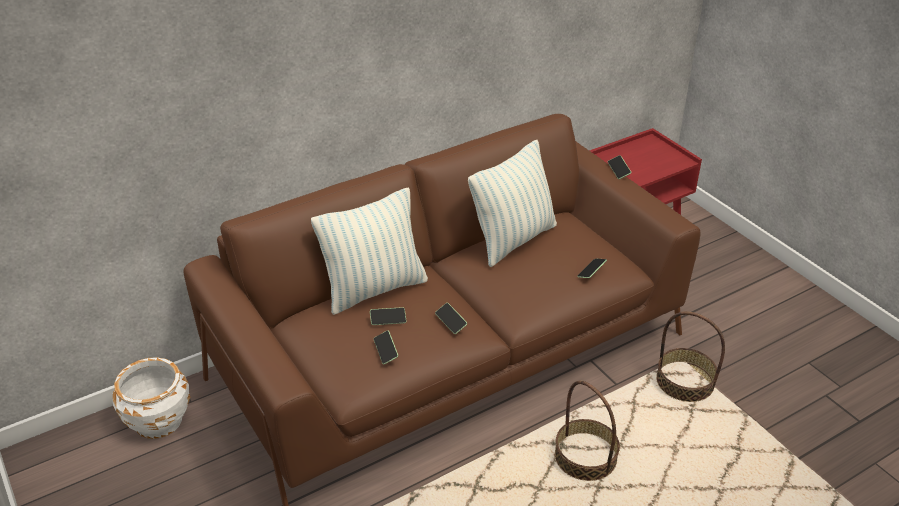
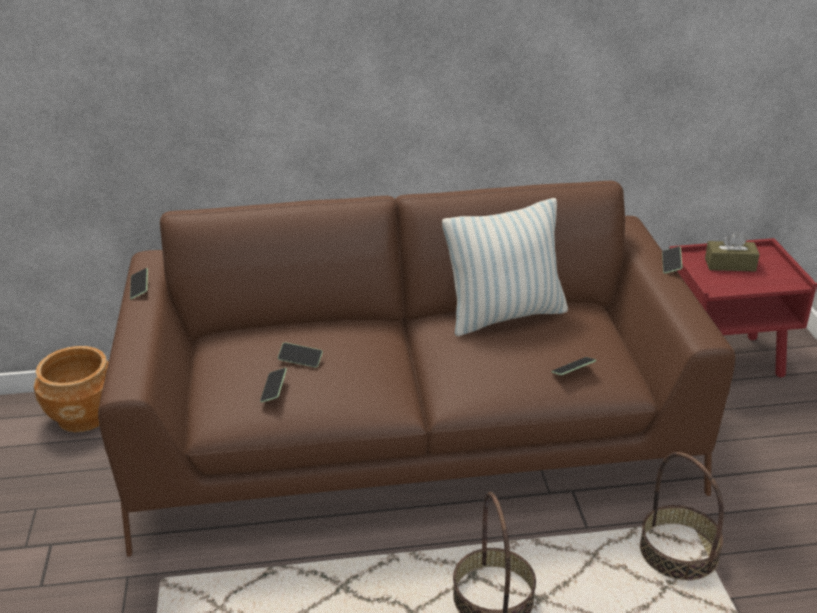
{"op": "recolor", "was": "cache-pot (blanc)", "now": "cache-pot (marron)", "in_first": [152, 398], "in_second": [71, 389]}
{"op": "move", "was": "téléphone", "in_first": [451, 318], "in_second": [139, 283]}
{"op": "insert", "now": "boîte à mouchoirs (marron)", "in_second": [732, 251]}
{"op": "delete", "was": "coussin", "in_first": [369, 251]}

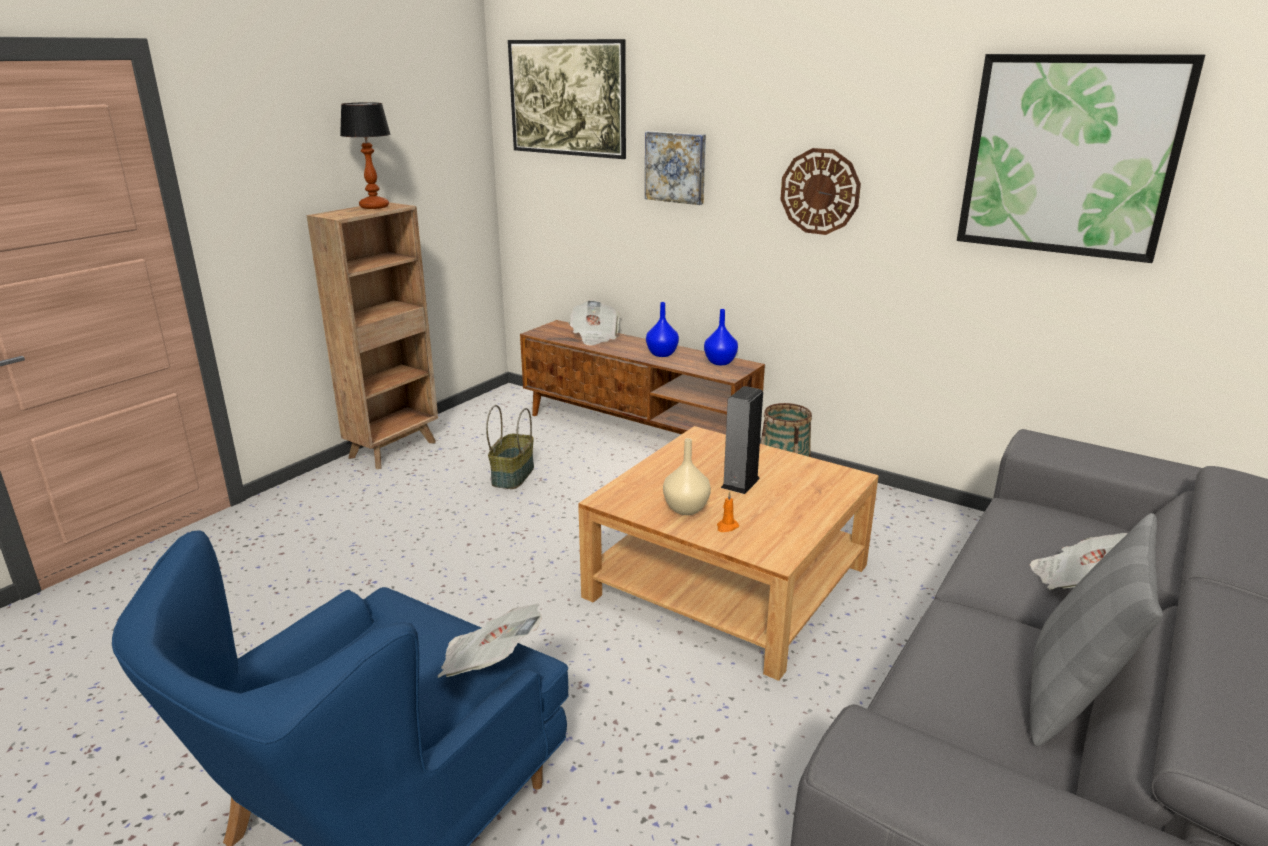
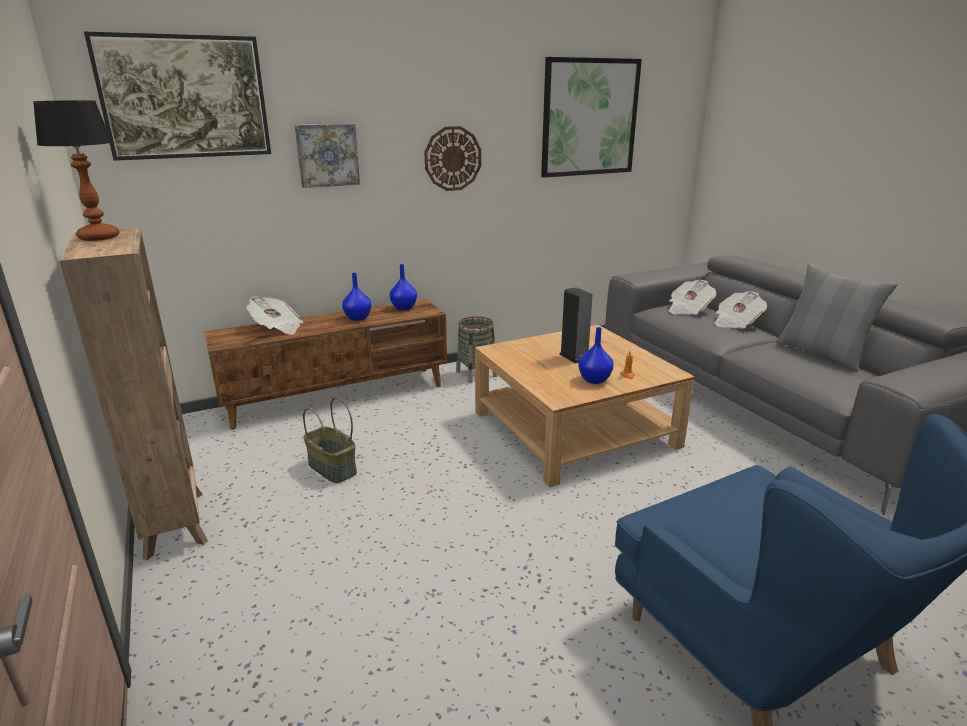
{"op": "recolor", "was": "vase (beige)", "now": "vase (bleu)", "in_first": [687, 476], "in_second": [596, 355]}
{"op": "move", "was": "journal", "in_first": [489, 640], "in_second": [692, 297]}

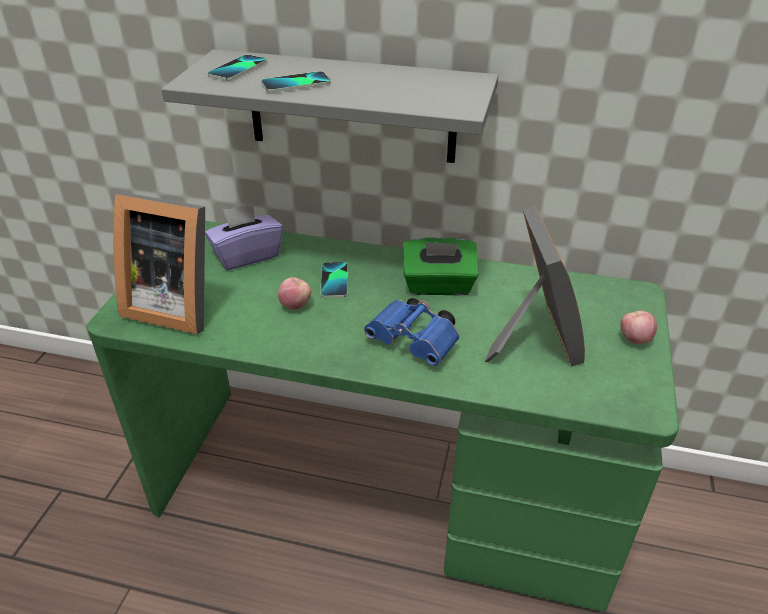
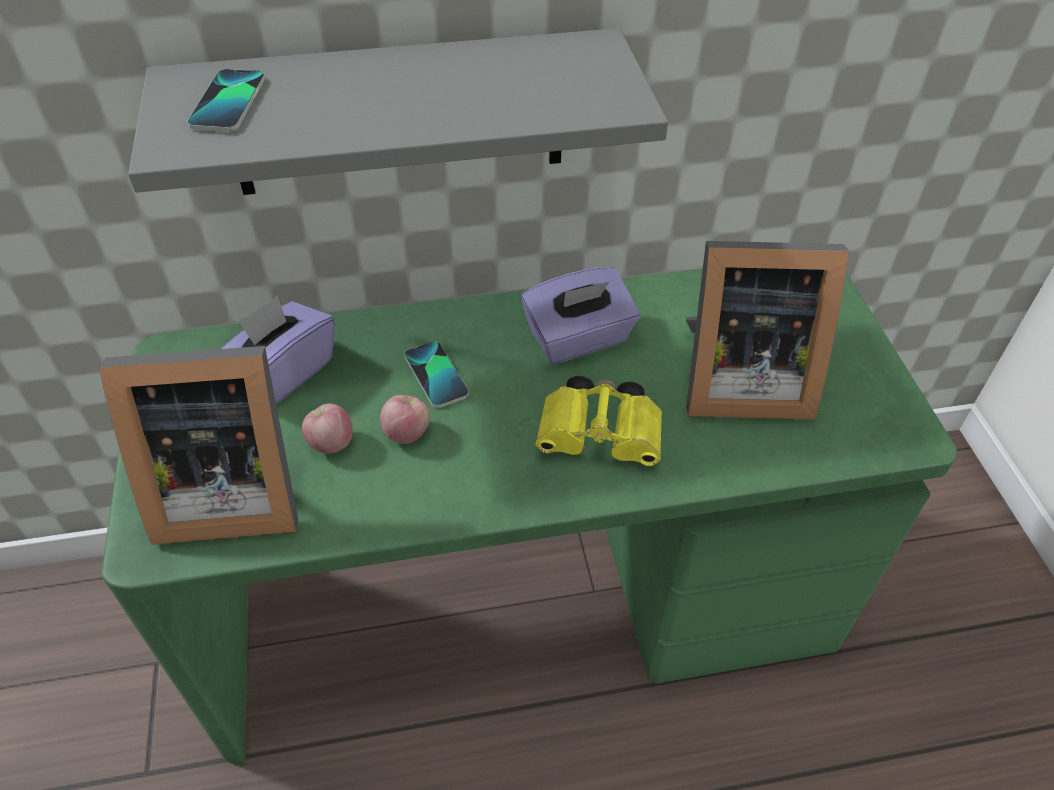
{"op": "move", "was": "pomme", "in_first": [638, 327], "in_second": [327, 428]}
{"op": "recolor", "was": "boîte à mouchoirs (vert)", "now": "boîte à mouchoirs (violet)", "in_first": [441, 266], "in_second": [580, 315]}
{"op": "recolor", "was": "jumelles (bleu)", "now": "jumelles (jaune)", "in_first": [412, 331], "in_second": [598, 421]}
{"op": "rotate", "was": "cadre photo", "in_first": [535, 286], "in_second": [767, 330], "clockwise": 120}
{"op": "delete", "was": "téléphone", "in_first": [296, 82]}

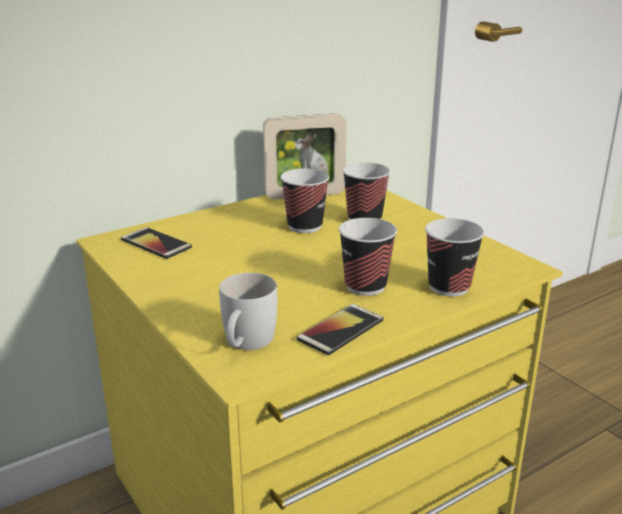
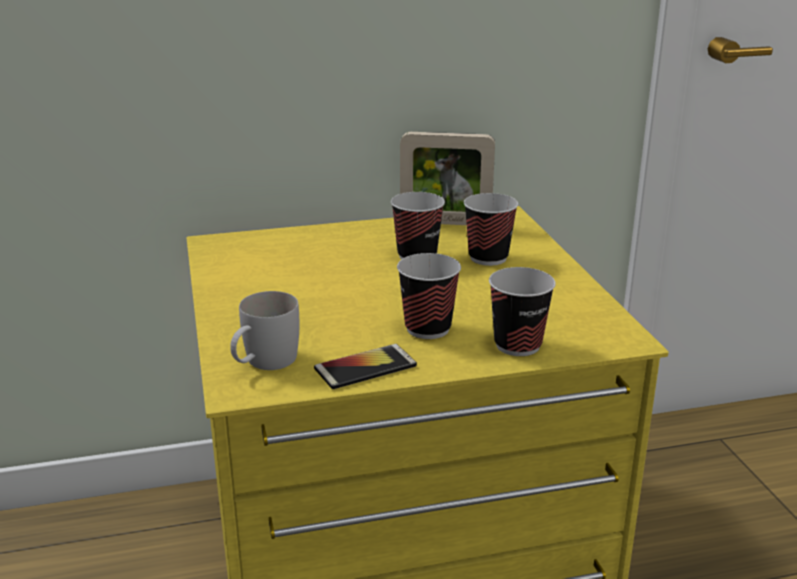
{"op": "delete", "was": "téléphone", "in_first": [156, 243]}

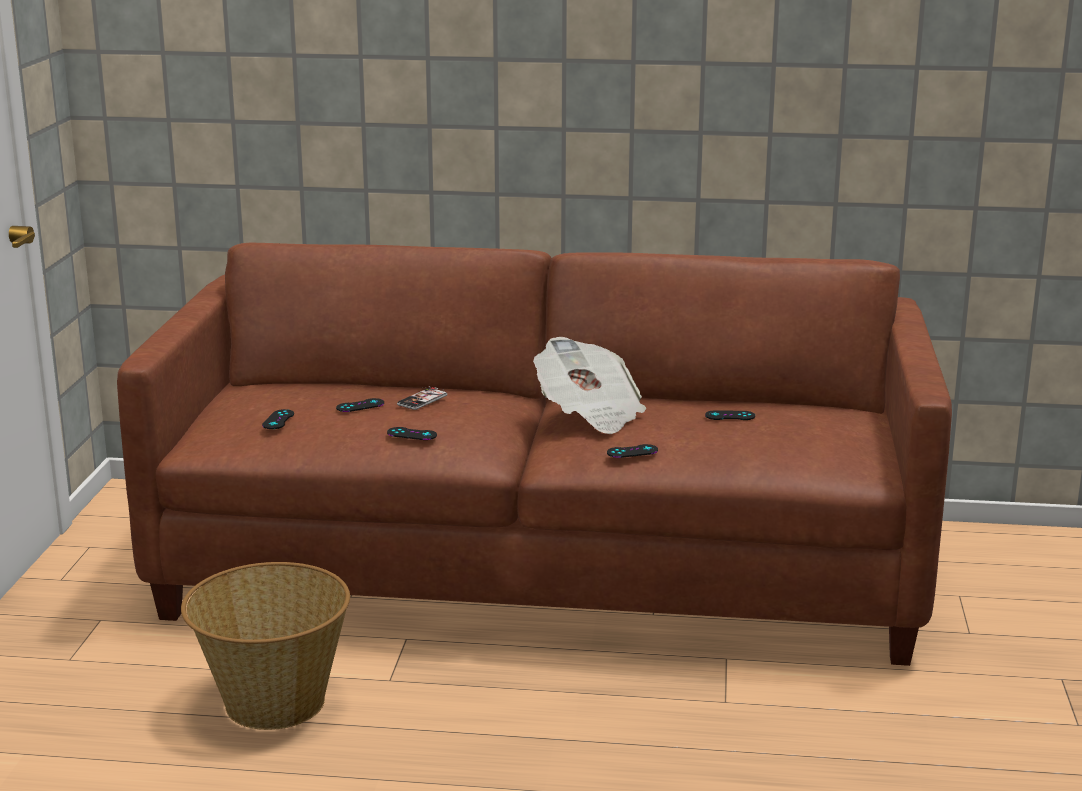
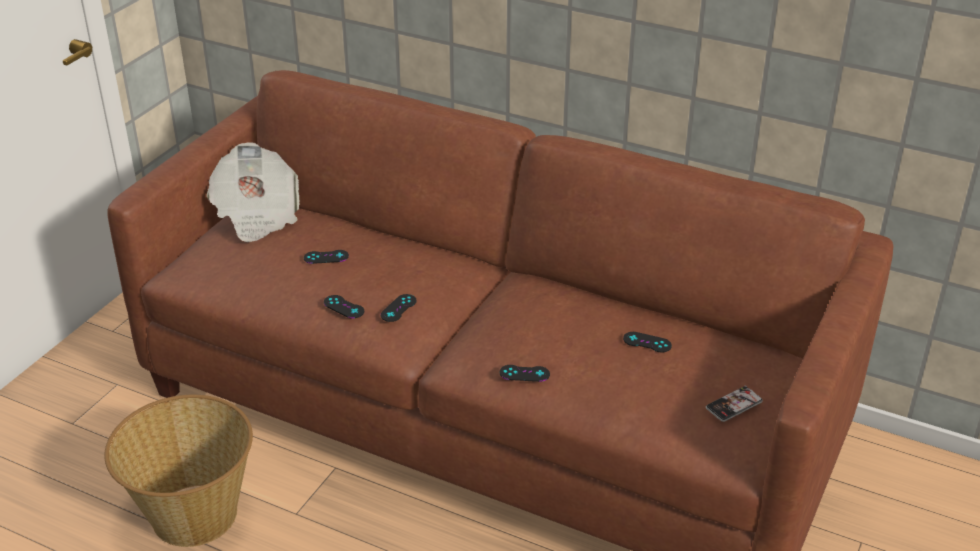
{"op": "move", "was": "journal", "in_first": [589, 385], "in_second": [253, 192]}
{"op": "move", "was": "manette (noir)", "in_first": [278, 419], "in_second": [398, 308]}
{"op": "move", "was": "téléphone", "in_first": [422, 398], "in_second": [734, 403]}

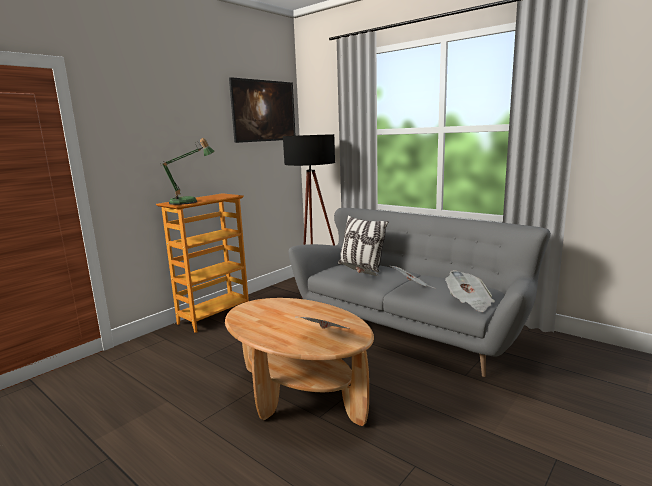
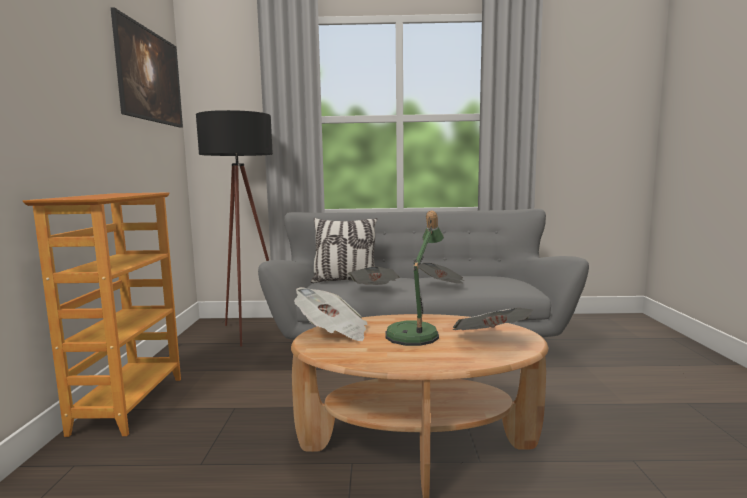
{"op": "move", "was": "journal", "in_first": [470, 291], "in_second": [331, 314]}
{"op": "move", "was": "lampe de table", "in_first": [187, 171], "in_second": [414, 278]}

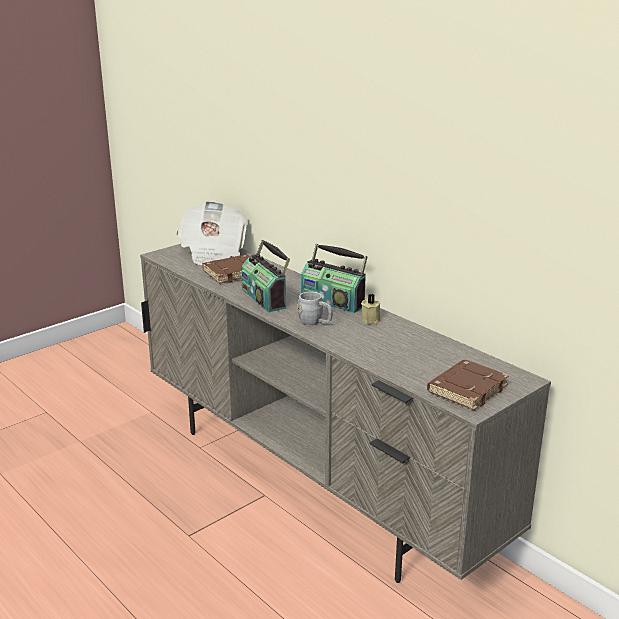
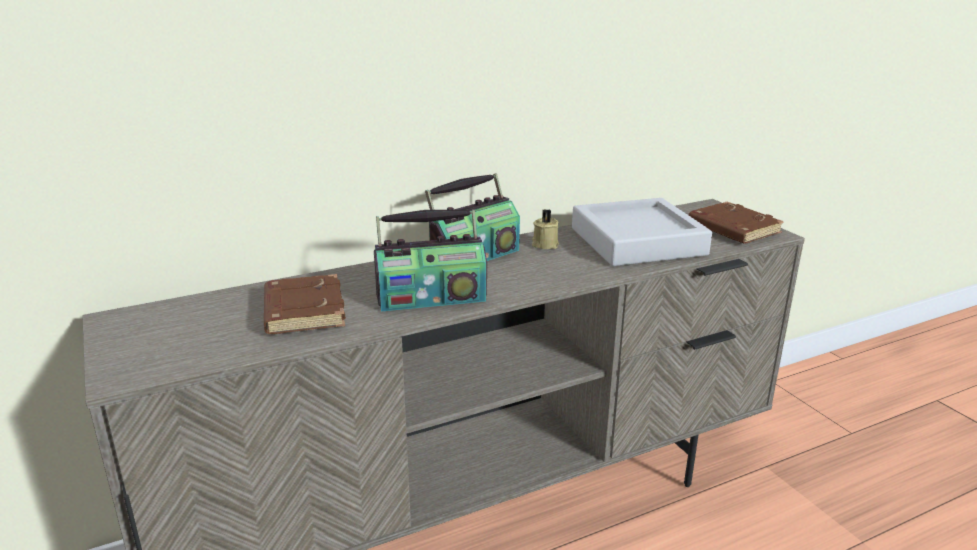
{"op": "insert", "now": "plateau (gris)", "in_second": [642, 232]}
{"op": "delete", "was": "journal", "in_first": [212, 232]}
{"op": "delete", "was": "mug (gris)", "in_first": [314, 308]}

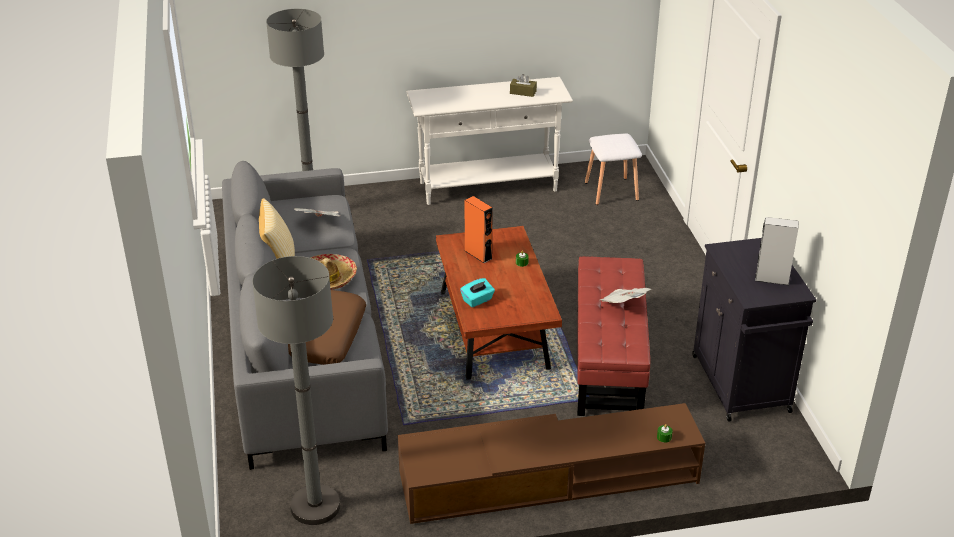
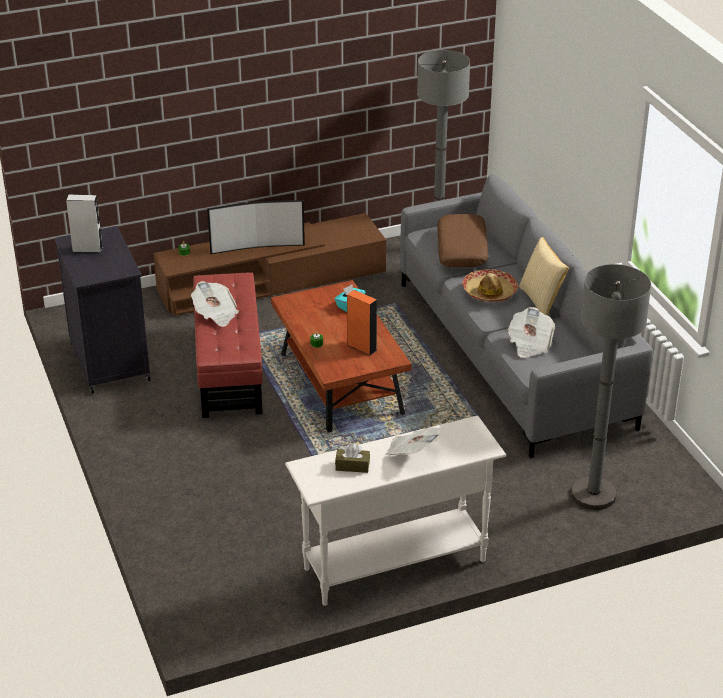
{"op": "insert", "now": "téléviseur", "in_second": [256, 227]}
{"op": "insert", "now": "journal", "in_second": [412, 441]}
{"op": "delete", "was": "tabouret (blanc)", "in_first": [613, 169]}

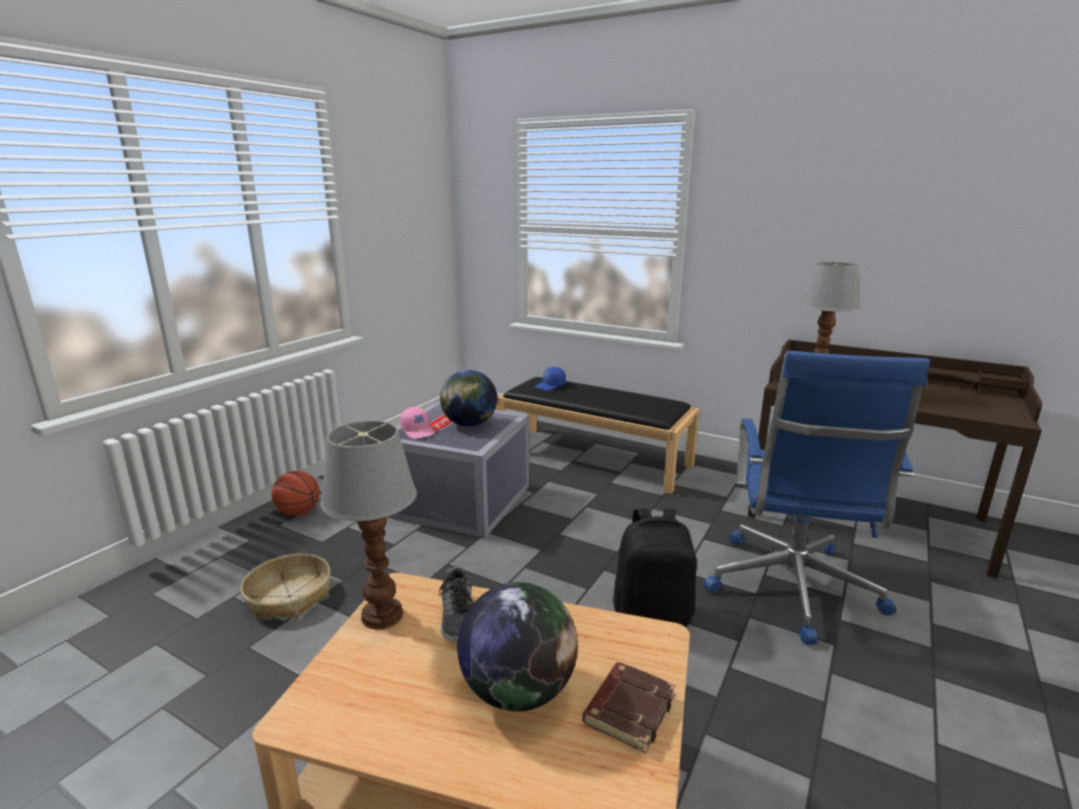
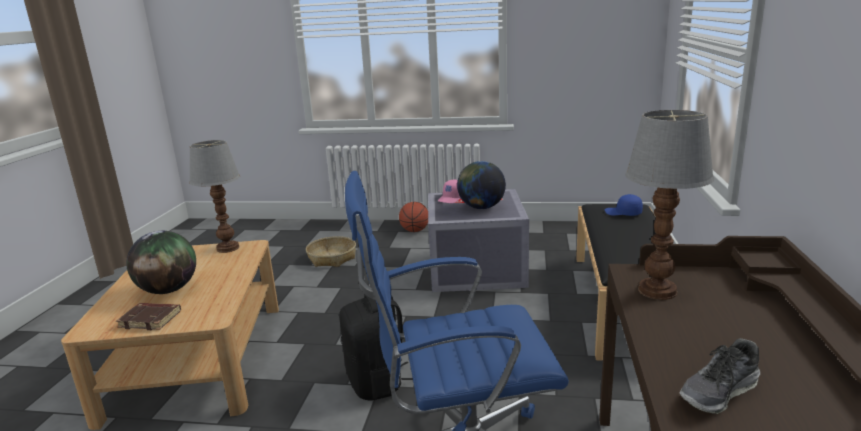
{"op": "move", "was": "chaussure", "in_first": [456, 604], "in_second": [720, 376]}

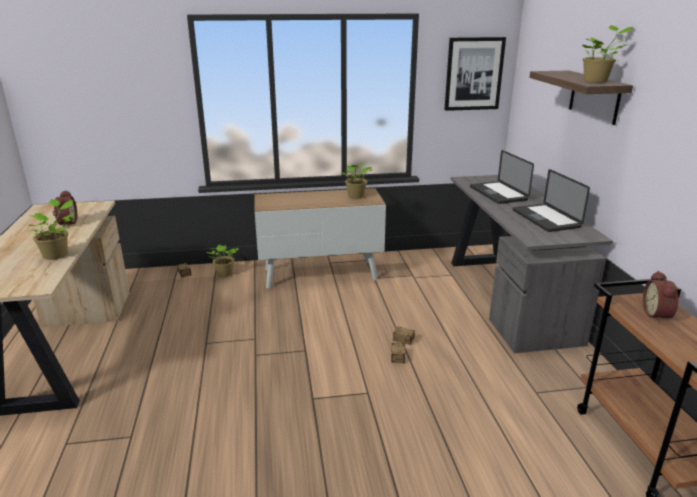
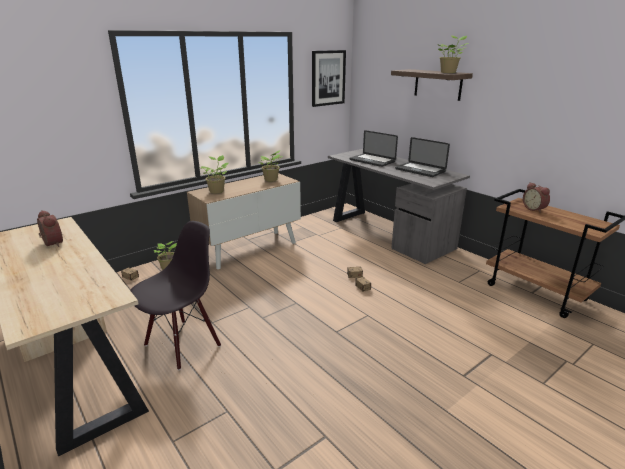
{"op": "insert", "now": "chaise (noir)", "in_second": [175, 295]}
{"op": "move", "was": "plante en pot", "in_first": [51, 229], "in_second": [215, 174]}

